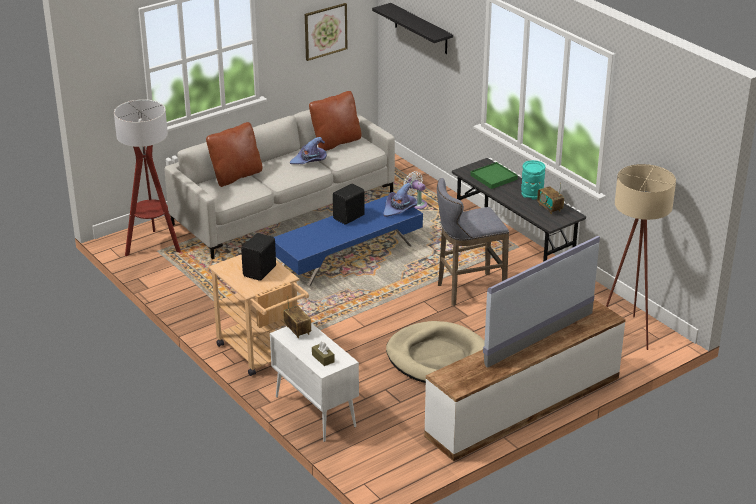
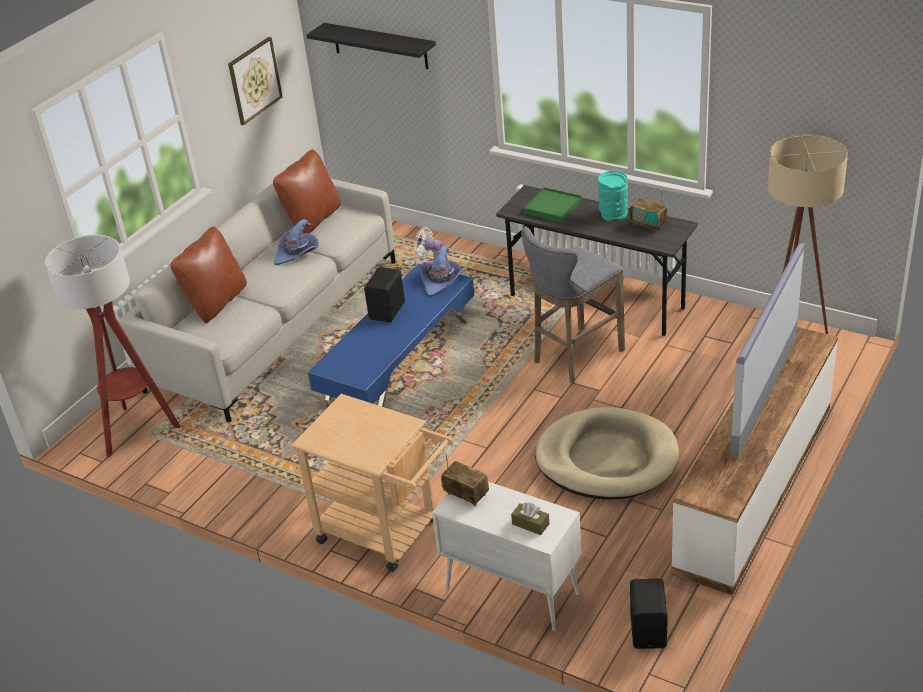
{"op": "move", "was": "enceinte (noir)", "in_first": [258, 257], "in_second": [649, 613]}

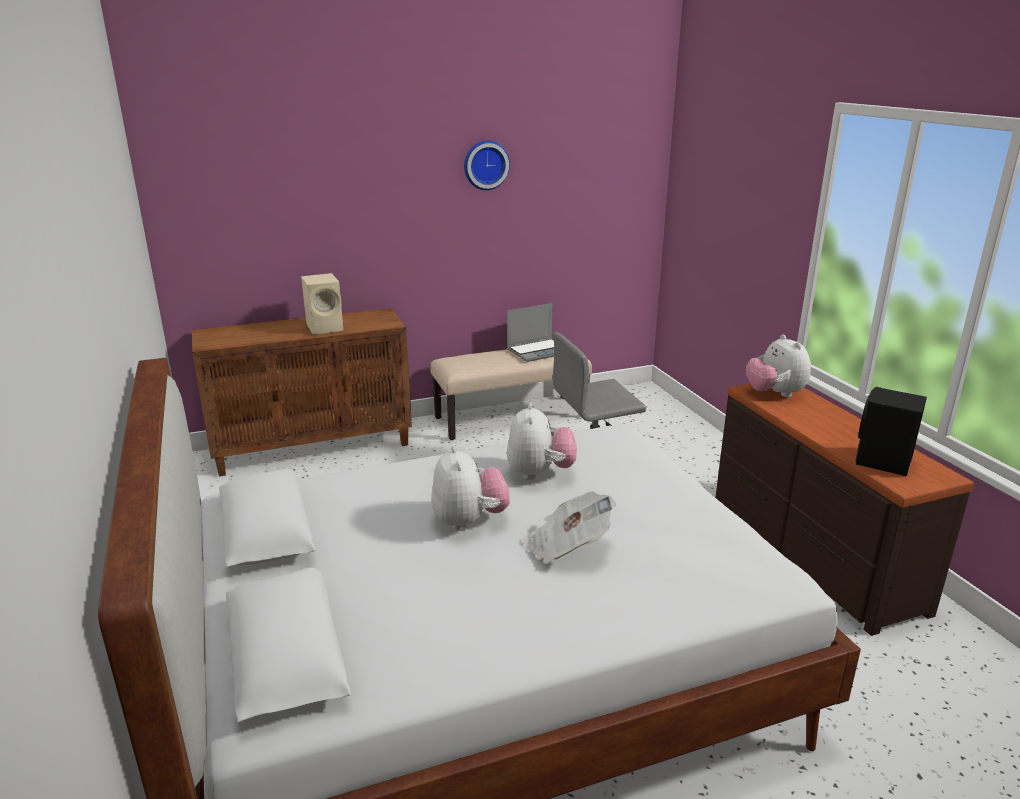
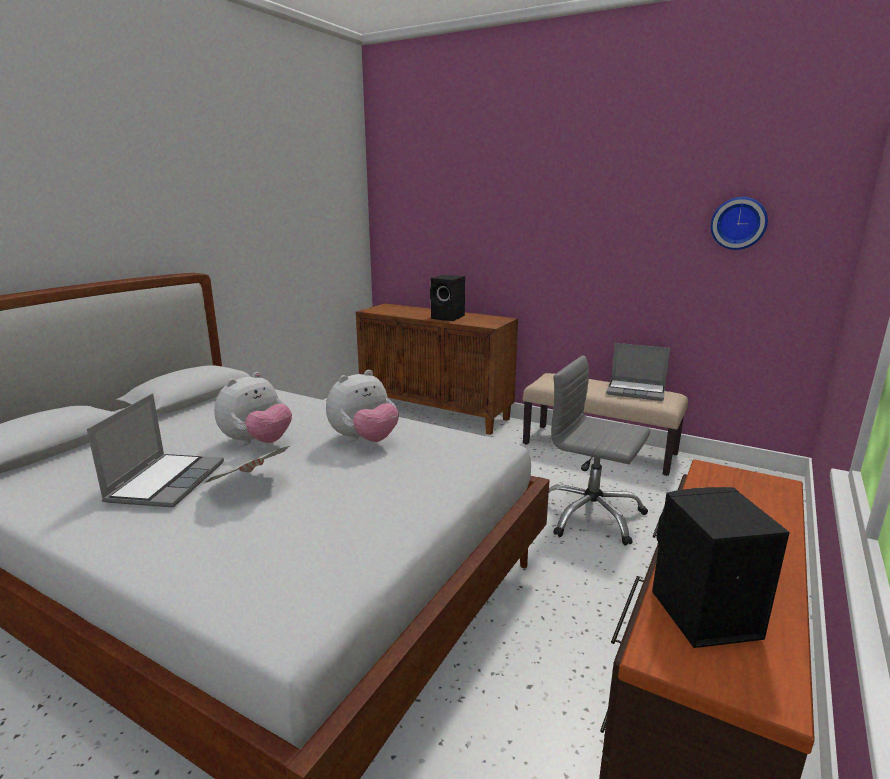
{"op": "insert", "now": "ordinateur portable", "in_second": [155, 450]}
{"op": "recolor", "was": "enceinte (beige)", "now": "enceinte (noir)", "in_first": [322, 303], "in_second": [447, 298]}
{"op": "move", "was": "horloge murale", "in_first": [487, 165], "in_second": [739, 223]}
{"op": "delete", "was": "peluche", "in_first": [778, 366]}

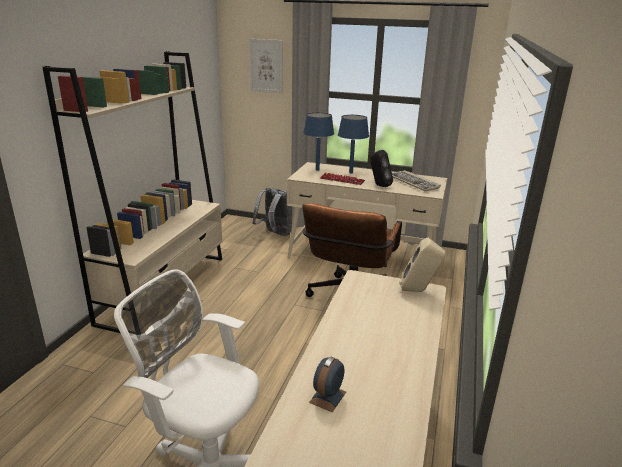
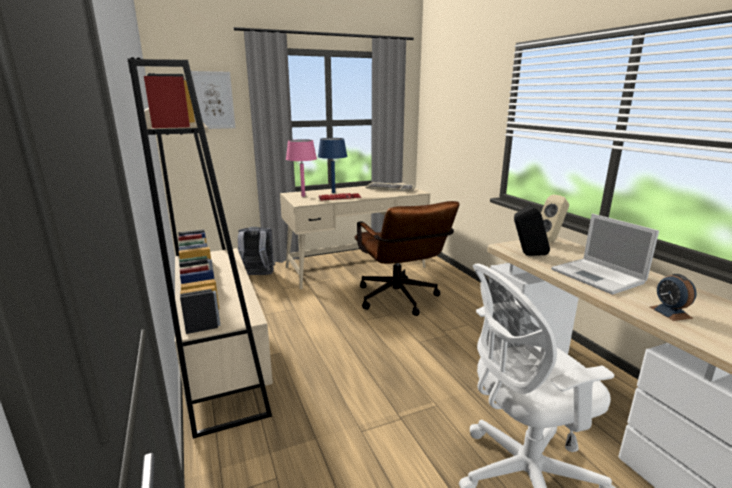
{"op": "recolor", "was": "lampe de table (bleu)", "now": "lampe de table (rose)", "in_first": [318, 142], "in_second": [301, 168]}
{"op": "move", "was": "enceinte (noir)", "in_first": [381, 168], "in_second": [532, 230]}
{"op": "insert", "now": "ordinateur portable", "in_second": [605, 254]}

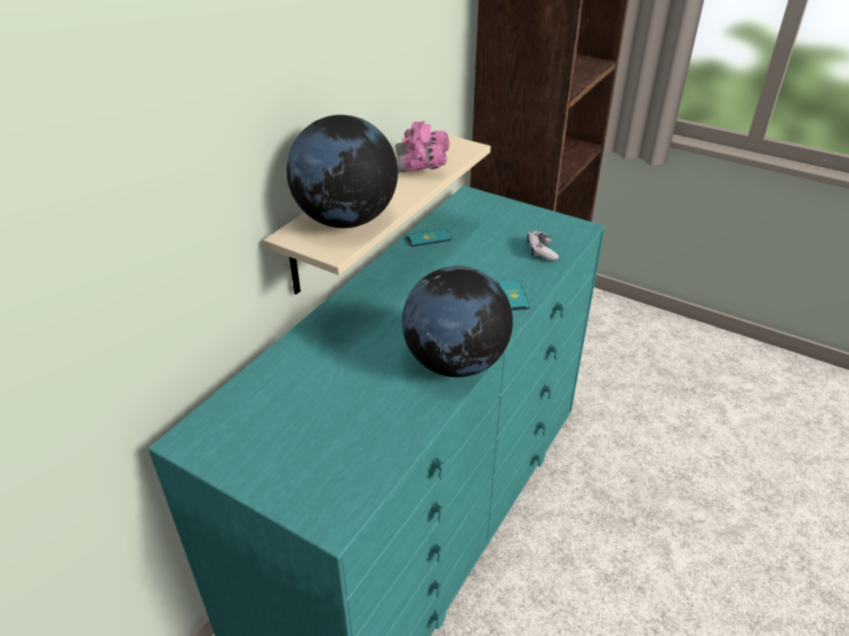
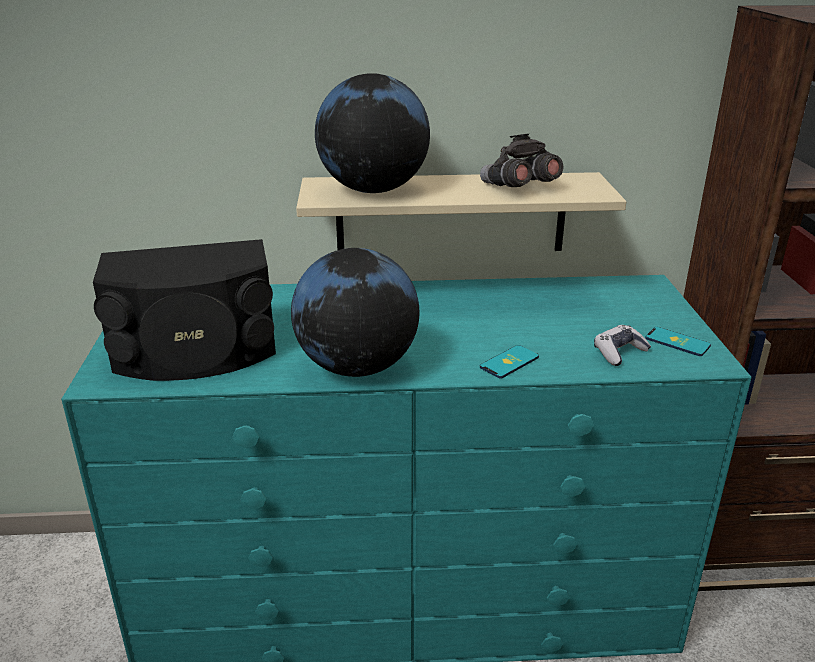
{"op": "insert", "now": "enceinte (noir)", "in_second": [184, 310]}
{"op": "recolor", "was": "jumelles (rose)", "now": "jumelles (gris)", "in_first": [423, 147], "in_second": [521, 160]}
{"op": "move", "was": "téléphone", "in_first": [428, 238], "in_second": [678, 341]}

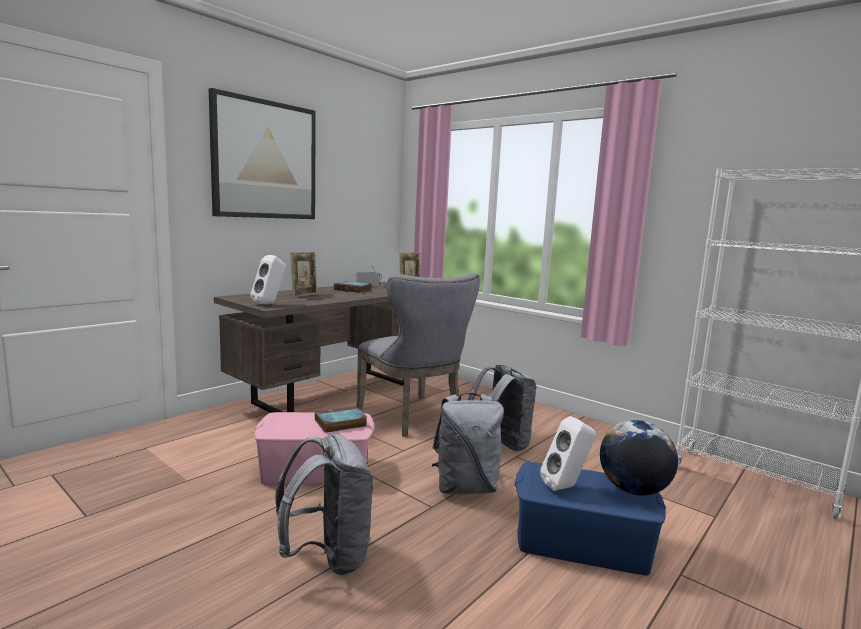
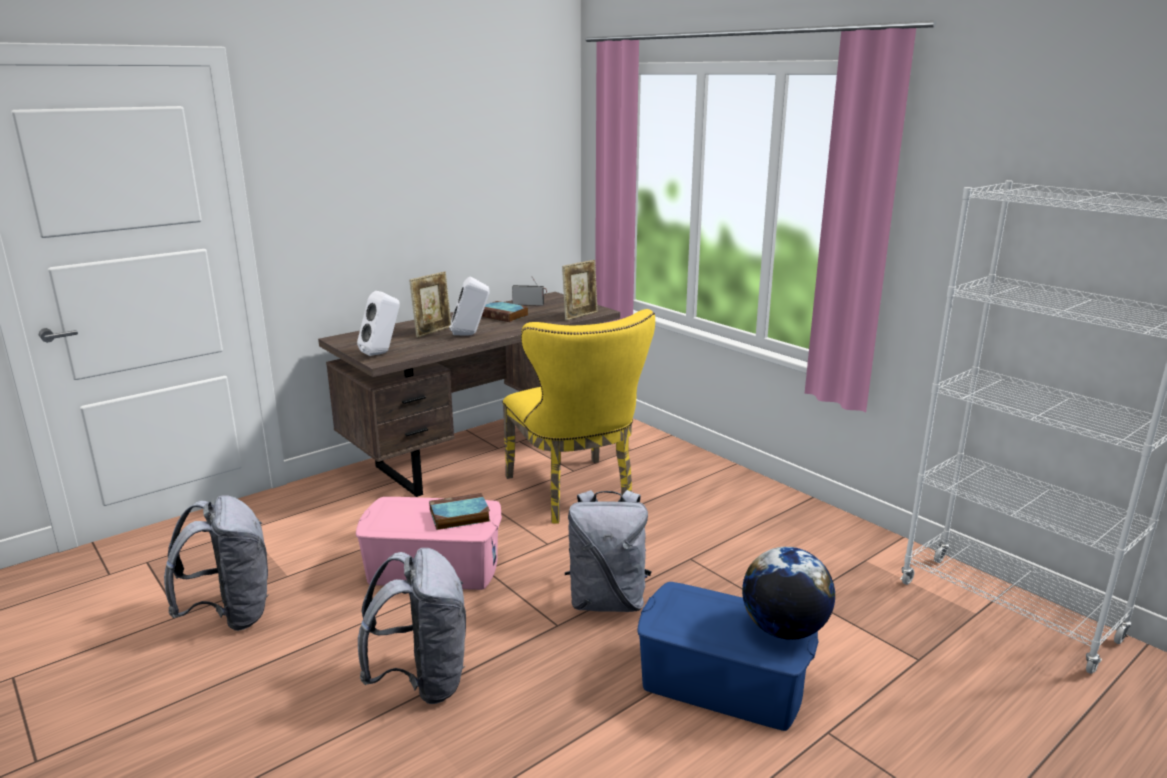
{"op": "move", "was": "sac à dos (gris)", "in_first": [502, 408], "in_second": [216, 563]}
{"op": "move", "was": "enceinte (blanc)", "in_first": [568, 453], "in_second": [469, 306]}
{"op": "recolor", "was": "chaise (gris)", "now": "chaise (jaune)", "in_first": [418, 354], "in_second": [579, 416]}
{"op": "delete", "was": "tableau", "in_first": [262, 153]}

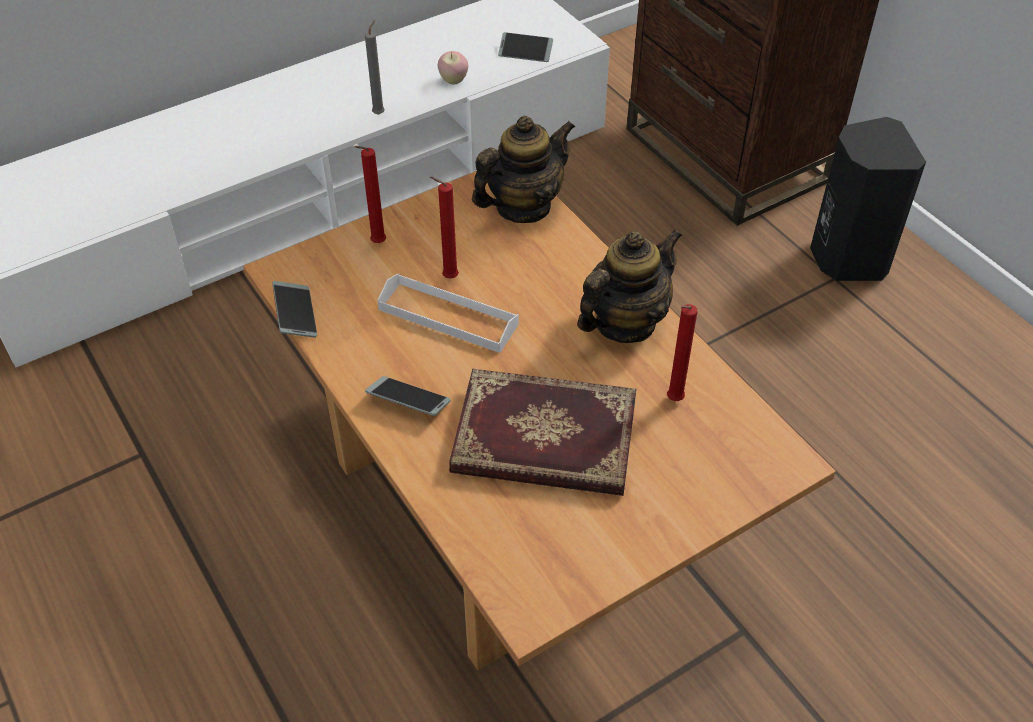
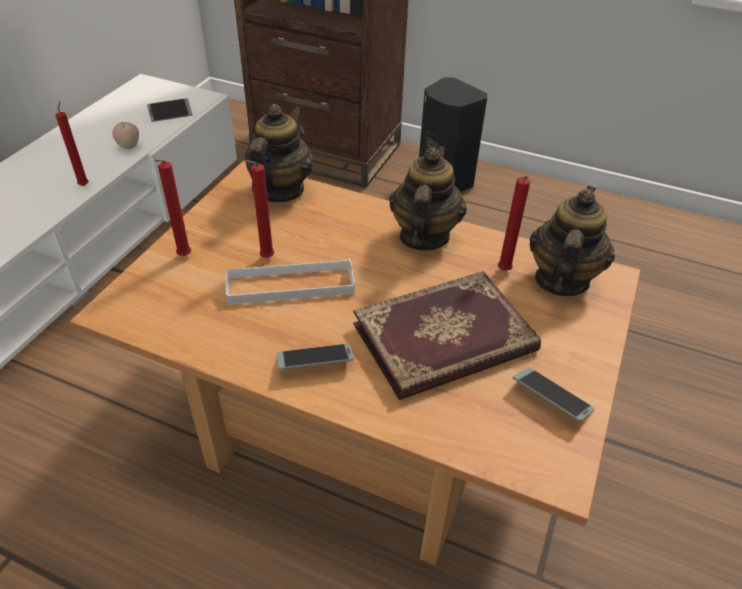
{"op": "recolor", "was": "bougie (gris)", "now": "bougie (rouge)", "in_first": [375, 67], "in_second": [72, 143]}
{"op": "move", "was": "téléphone", "in_first": [294, 309], "in_second": [553, 394]}
{"op": "insert", "now": "théière", "in_second": [572, 241]}

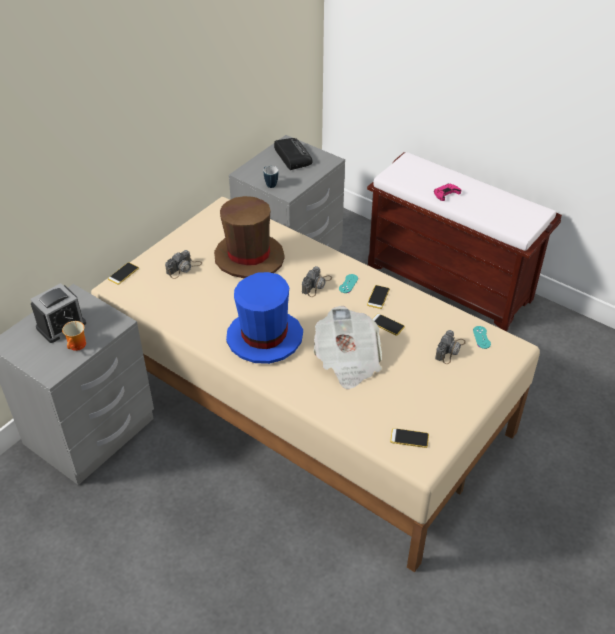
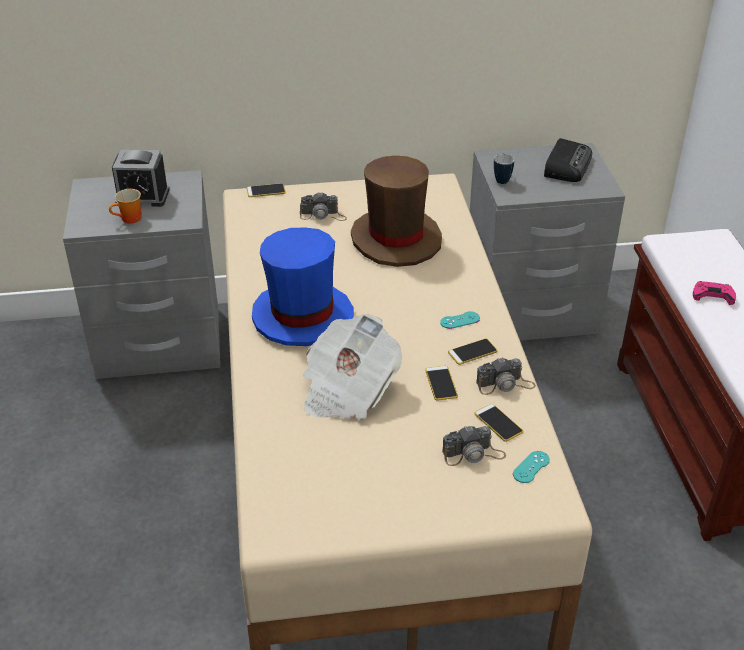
{"op": "move", "was": "téléphone", "in_first": [409, 438], "in_second": [498, 423]}
{"op": "move", "was": "appareil photo", "in_first": [317, 281], "in_second": [506, 376]}

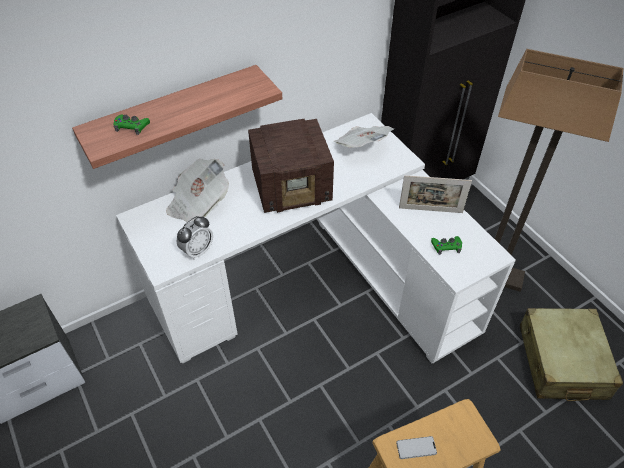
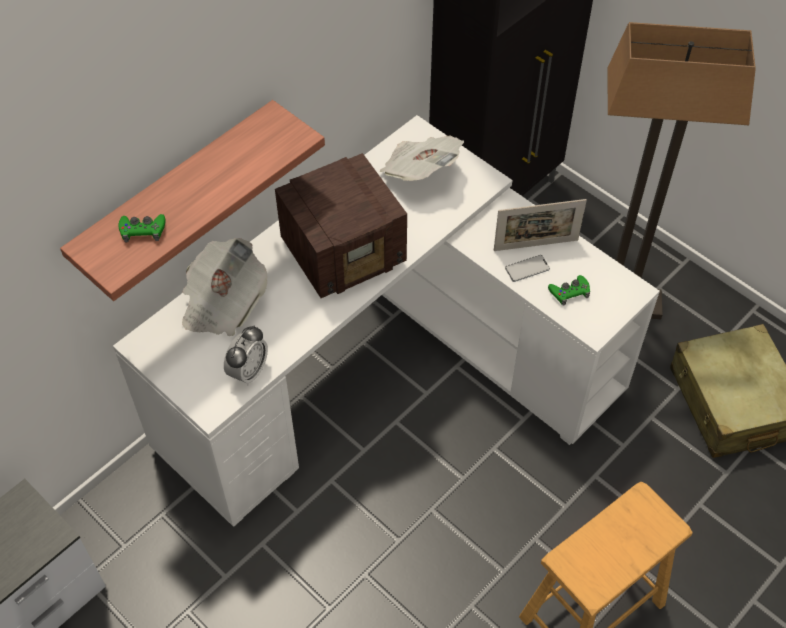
{"op": "move", "was": "téléphone", "in_first": [416, 447], "in_second": [527, 268]}

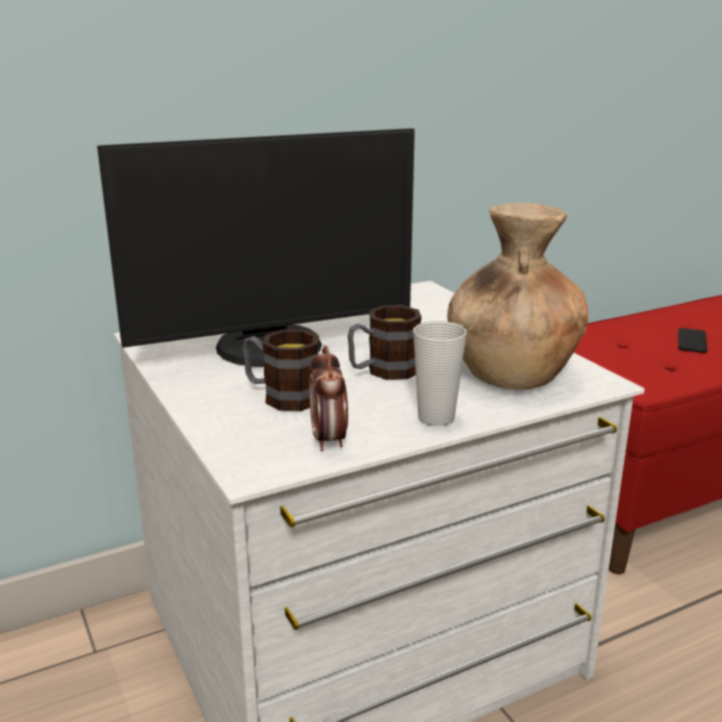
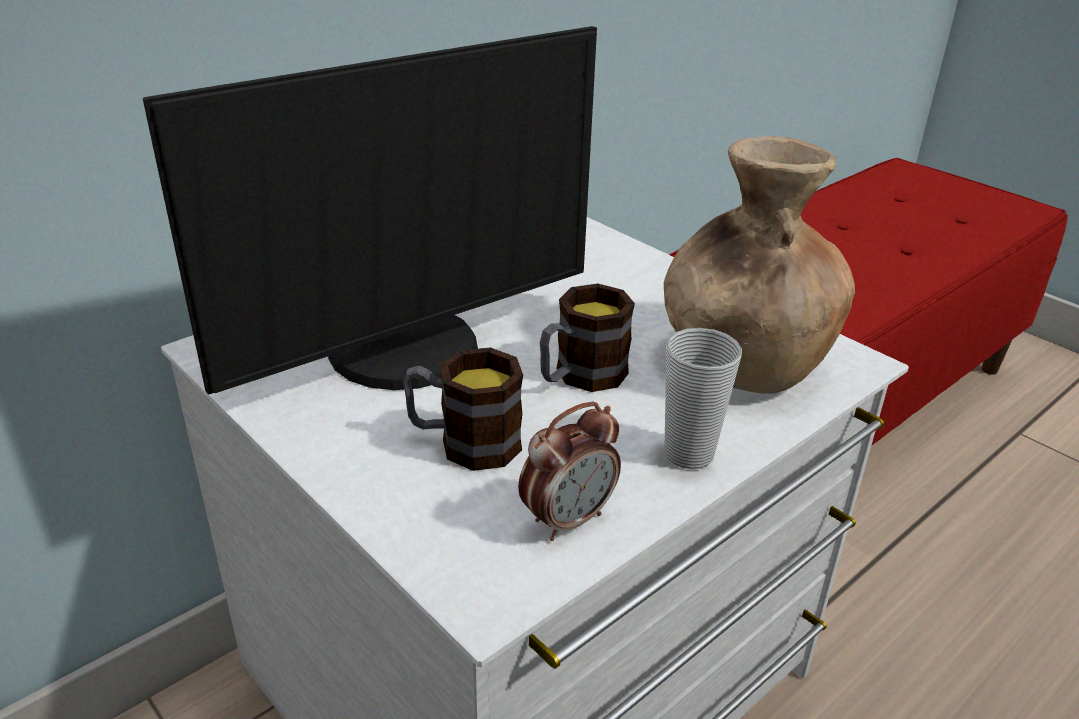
{"op": "rotate", "was": "réveil", "in_first": [328, 398], "in_second": [569, 471], "clockwise": -105}
{"op": "delete", "was": "téléphone", "in_first": [692, 340]}

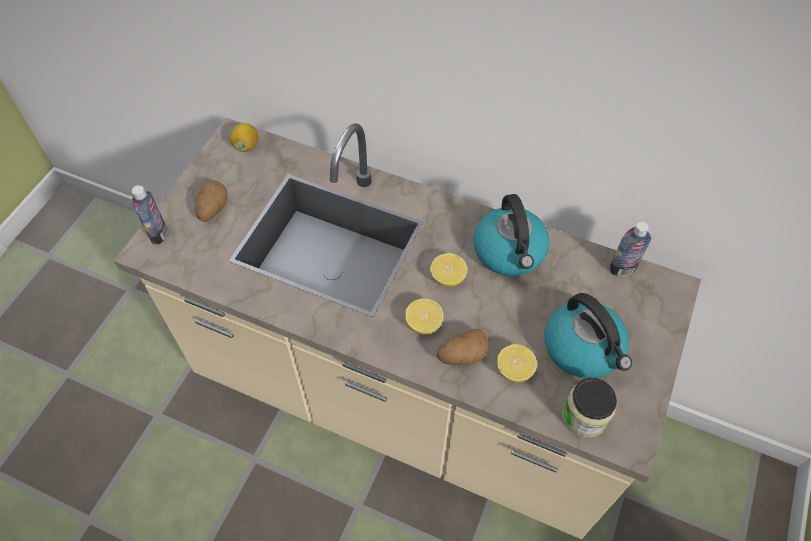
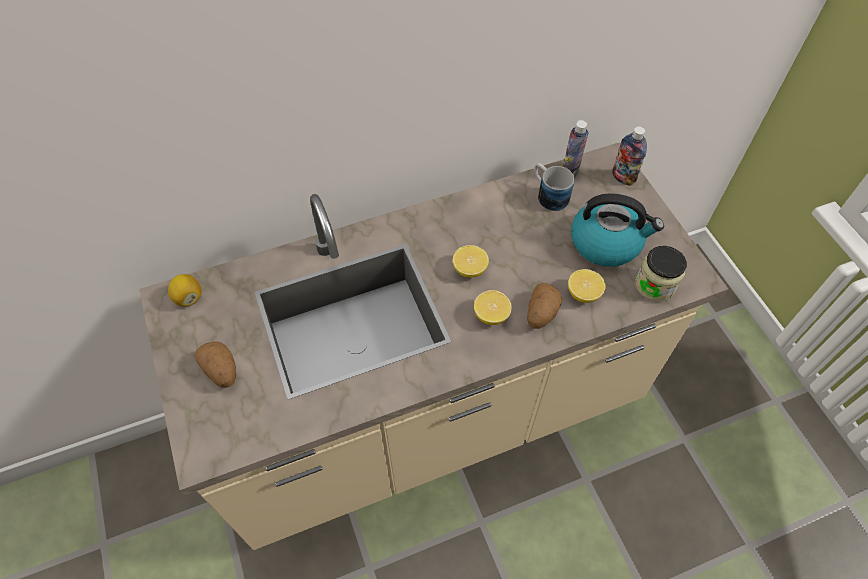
{"op": "insert", "now": "mug", "in_second": [554, 187]}
{"op": "move", "was": "bouteille", "in_first": [149, 214], "in_second": [629, 156]}
{"op": "delete", "was": "bouilloire", "in_first": [511, 235]}

